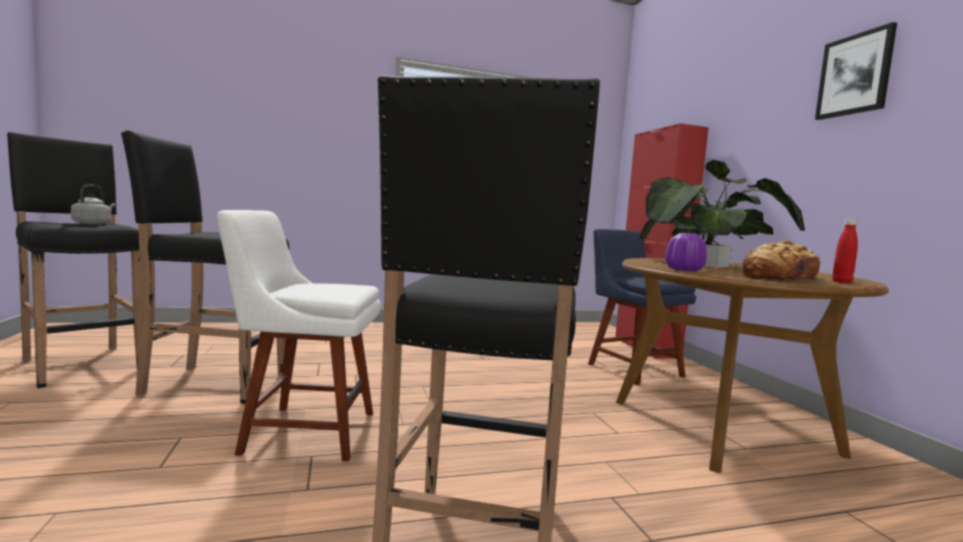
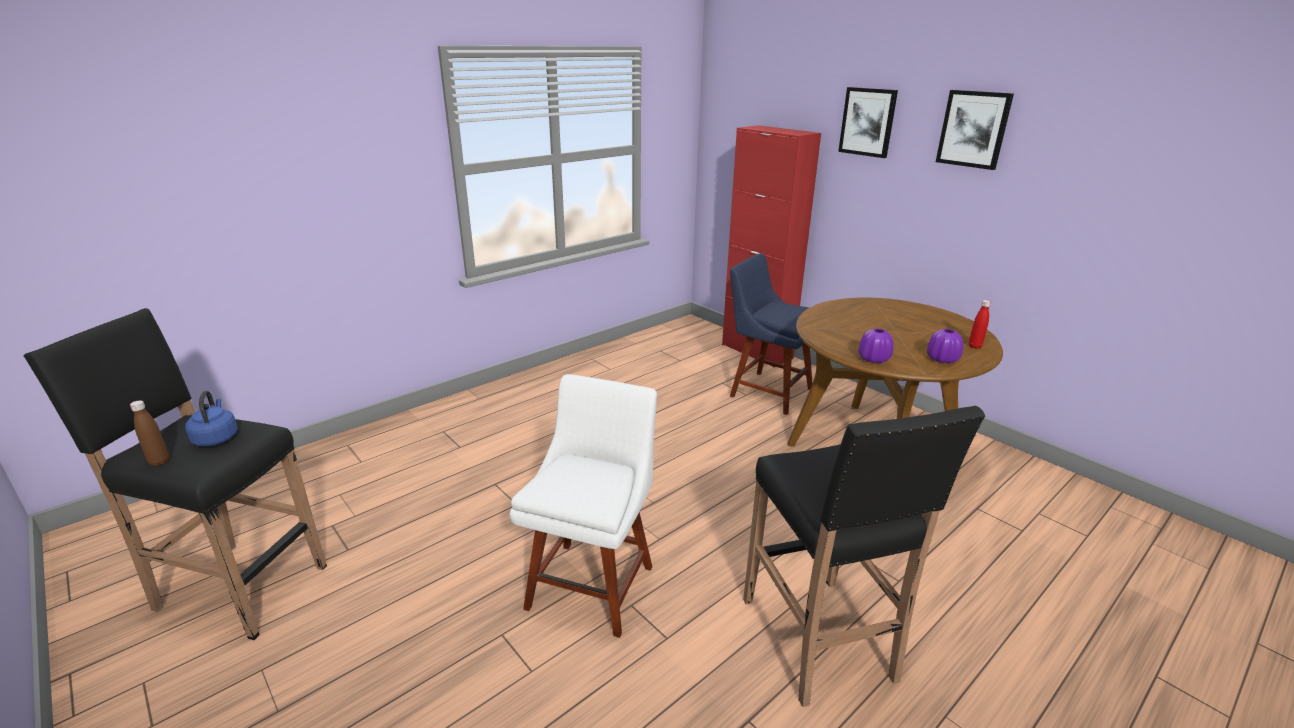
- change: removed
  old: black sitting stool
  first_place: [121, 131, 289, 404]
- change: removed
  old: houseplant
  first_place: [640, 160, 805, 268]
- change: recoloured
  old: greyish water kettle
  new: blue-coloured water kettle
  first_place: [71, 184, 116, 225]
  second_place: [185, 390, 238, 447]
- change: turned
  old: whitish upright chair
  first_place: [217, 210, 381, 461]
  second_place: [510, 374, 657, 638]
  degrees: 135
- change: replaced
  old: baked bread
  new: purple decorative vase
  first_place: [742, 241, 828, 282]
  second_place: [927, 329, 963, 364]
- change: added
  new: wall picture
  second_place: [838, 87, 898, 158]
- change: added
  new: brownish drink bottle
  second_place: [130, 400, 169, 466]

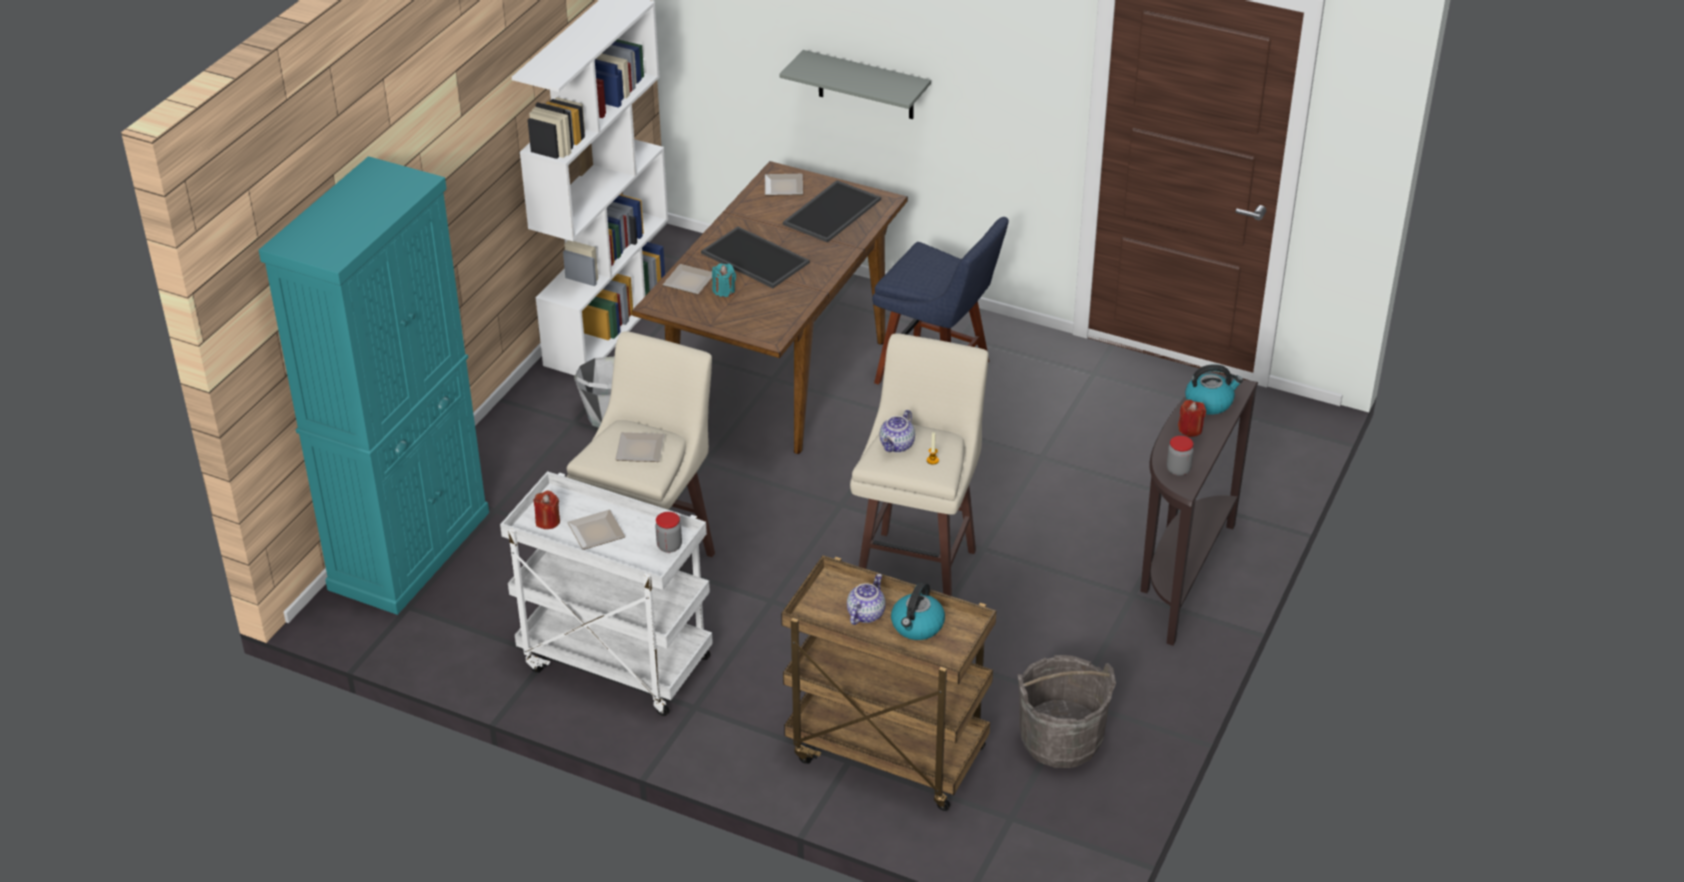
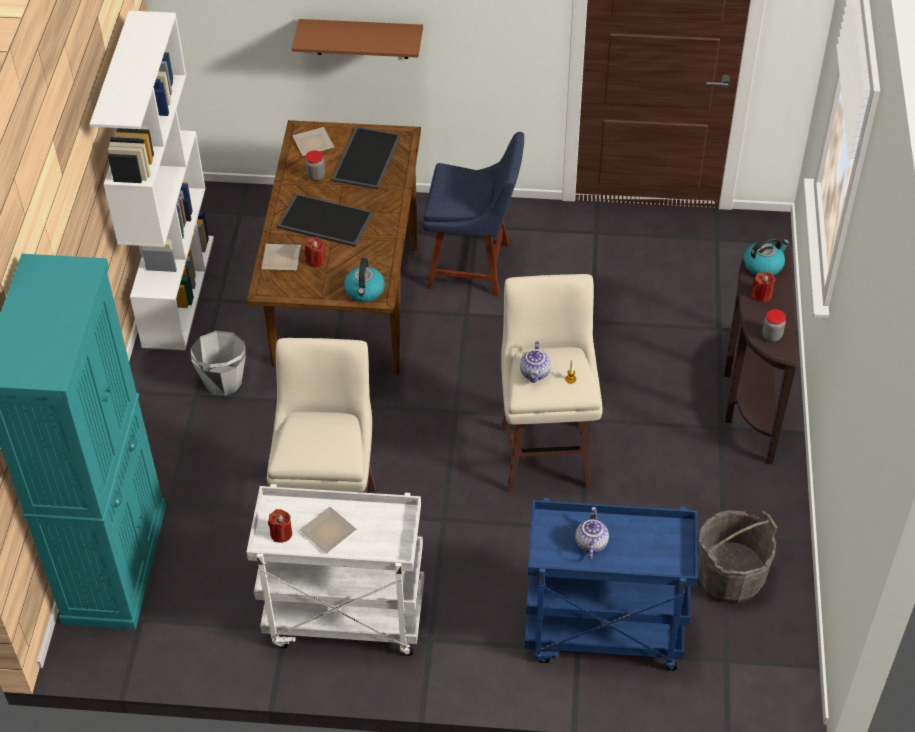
- change: recoloured
  old: greyish bracket shelf
  new: brownish bracket shelf
  first_place: [779, 50, 931, 119]
  second_place: [292, 19, 423, 59]
- change: recoloured
  old: turquoise candle
  new: red-coloured candle
  first_place: [712, 263, 736, 297]
  second_place: [305, 237, 325, 267]
- change: removed
  old: dinner plate
  first_place: [615, 432, 664, 462]
- change: moved
  old: preserve jar
  first_place: [655, 512, 682, 553]
  second_place: [305, 150, 325, 181]
- change: recoloured
  old: brownish trolley
  new: blue-coloured trolley
  first_place: [781, 555, 996, 811]
  second_place: [525, 498, 698, 671]
- change: moved
  old: water kettle
  first_place: [891, 582, 945, 640]
  second_place: [344, 258, 385, 302]

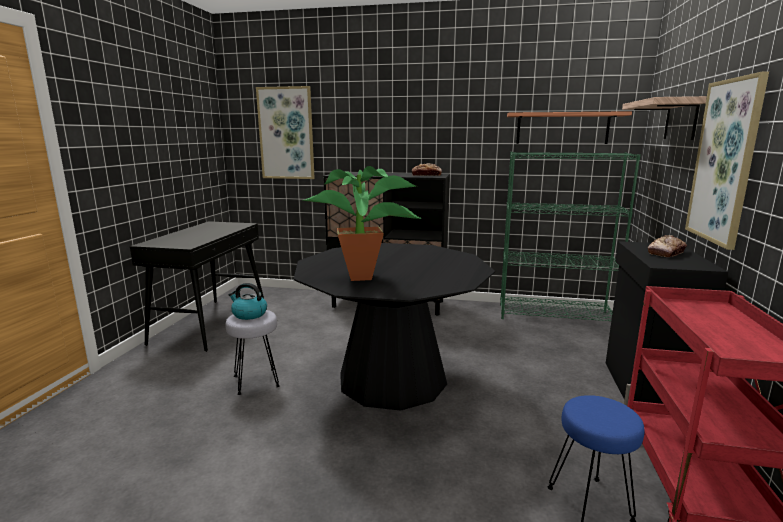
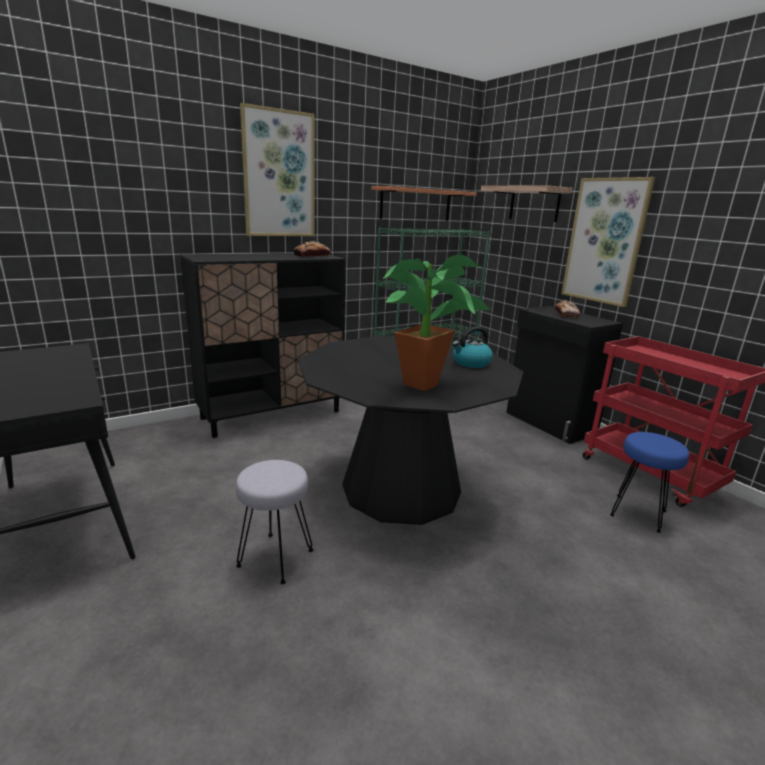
- change: moved
  old: wall picture
  first_place: [256, 86, 315, 179]
  second_place: [240, 103, 315, 236]
- change: moved
  old: water kettle
  first_place: [229, 283, 267, 320]
  second_place: [452, 327, 493, 368]

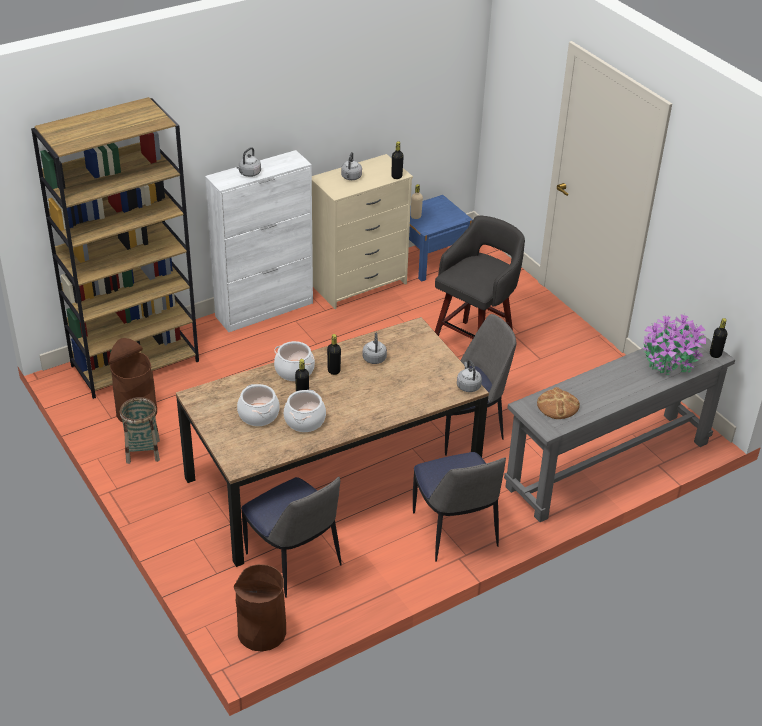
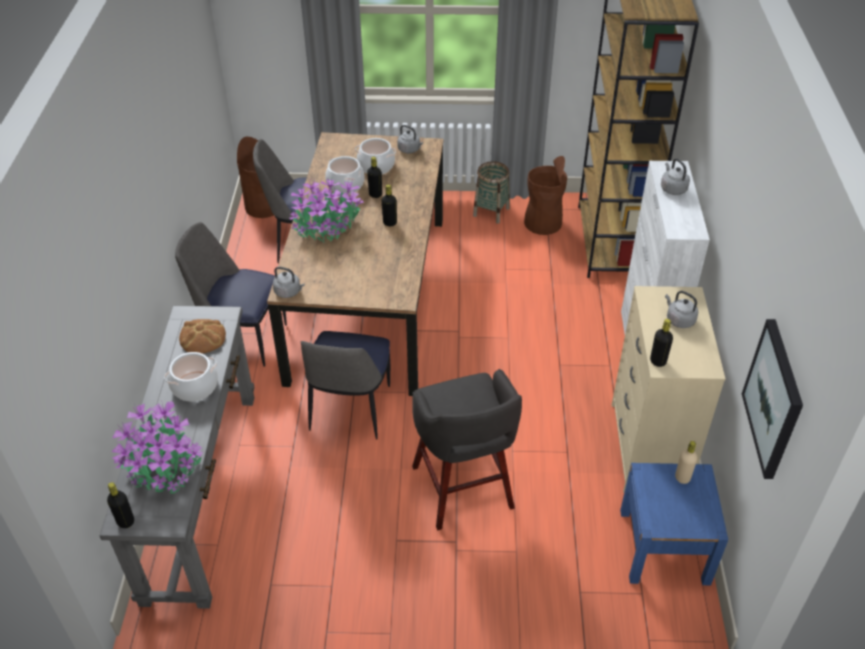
- change: moved
  old: greyish water kettle
  first_place: [362, 333, 387, 364]
  second_place: [397, 125, 423, 153]
- change: moved
  old: cooking pot
  first_place: [274, 341, 315, 381]
  second_place: [164, 352, 218, 401]
- change: added
  new: houseplant
  second_place: [290, 177, 364, 243]
- change: added
  new: wall picture
  second_place: [742, 319, 803, 479]

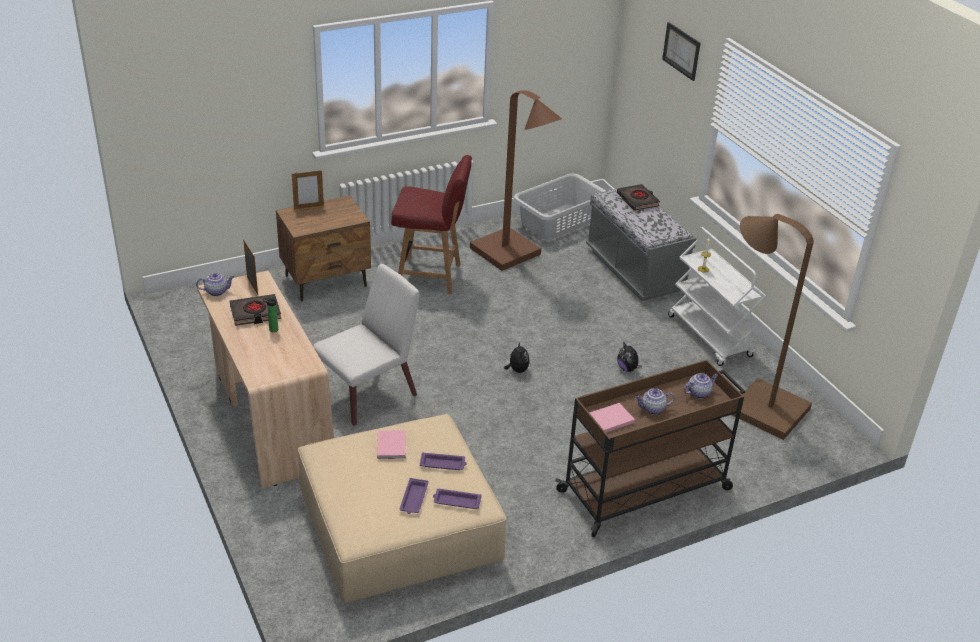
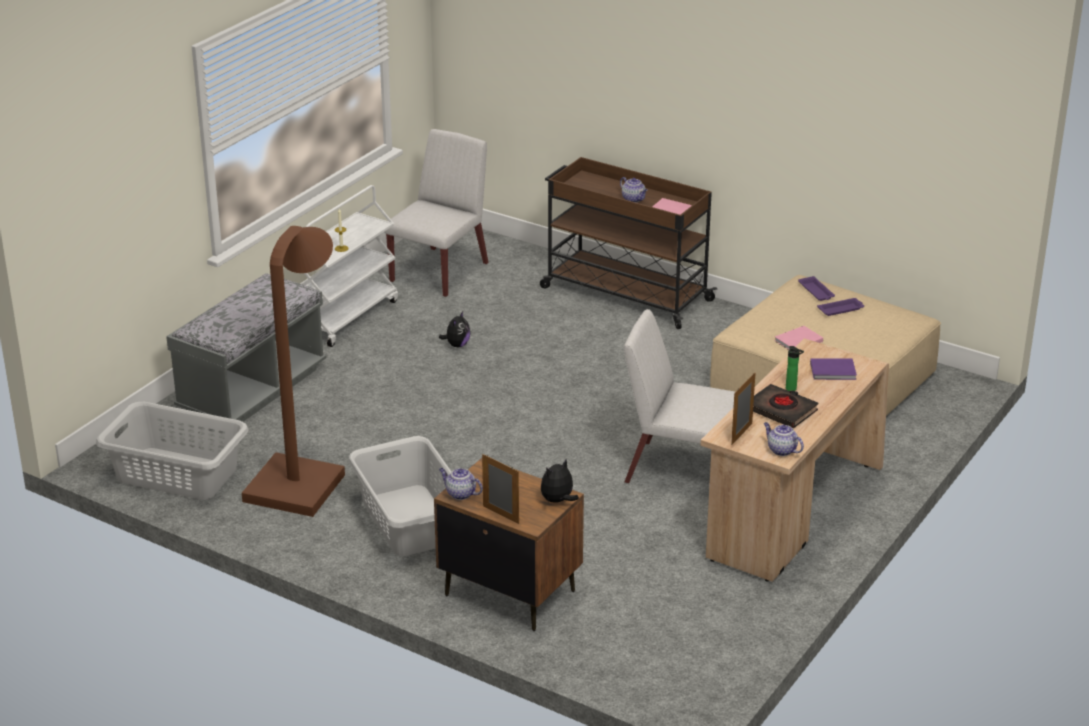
- change: removed
  old: wall picture
  first_place: [662, 22, 701, 81]
- change: replaced
  old: red-coloured upright chair
  new: greyish washing basket
  first_place: [391, 155, 472, 294]
  second_place: [348, 436, 452, 556]
- change: removed
  old: black bound book
  first_place: [617, 184, 660, 211]
- change: replaced
  old: brownish floor lamp
  new: whitish upright chair
  first_place: [732, 214, 814, 440]
  second_place: [384, 129, 488, 297]
- change: moved
  old: plush toy
  first_place: [504, 342, 529, 373]
  second_place: [541, 460, 579, 503]
- change: moved
  old: tea pot
  first_place: [684, 373, 718, 399]
  second_place: [439, 468, 483, 500]
- change: removed
  old: purple carrying tray
  first_place: [420, 452, 467, 470]
- change: added
  new: purple bound book
  second_place: [810, 358, 857, 380]

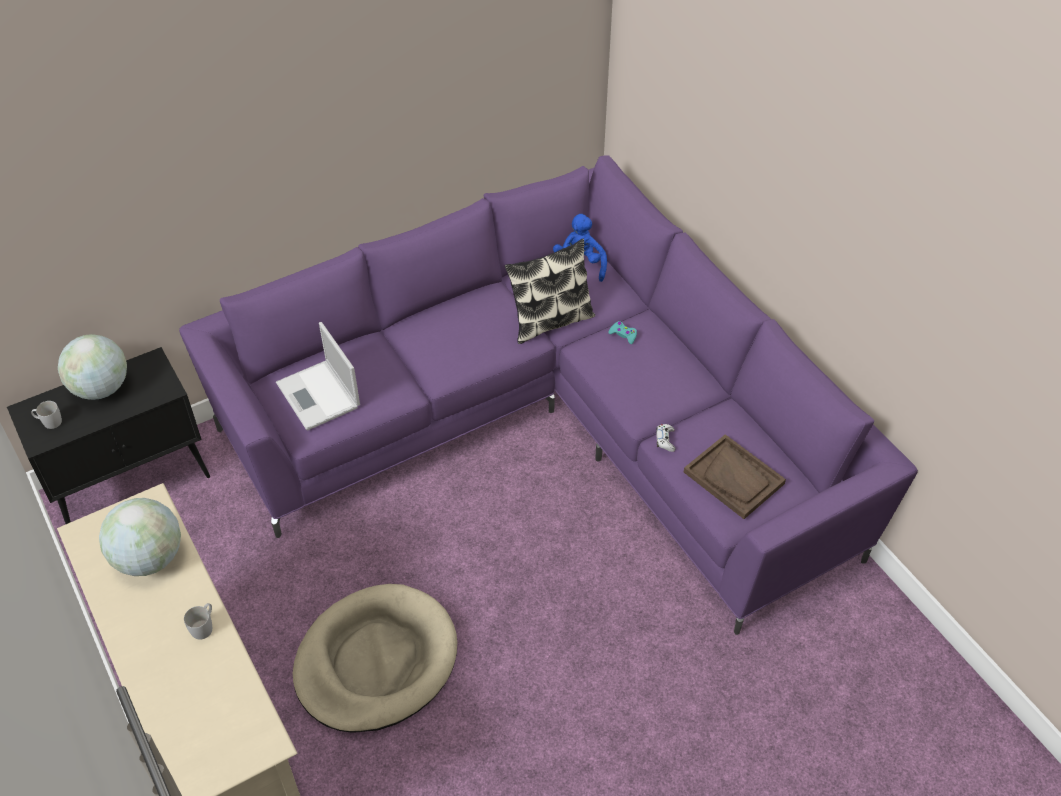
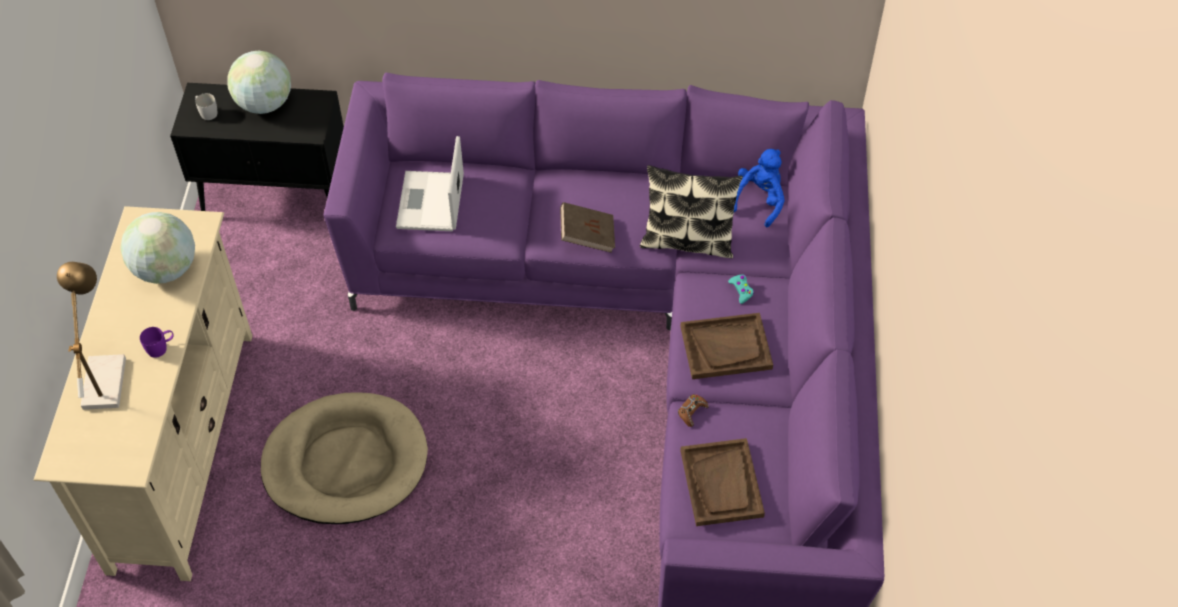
- change: recoloured
  old: whitish joypad
  new: brownish joypad
  first_place: [656, 424, 676, 452]
  second_place: [678, 394, 709, 427]
- change: recoloured
  old: whitish mug
  new: purple mug
  first_place: [184, 603, 212, 640]
  second_place: [140, 327, 174, 358]
- change: added
  new: brownish bound book
  second_place: [560, 202, 615, 253]
- change: added
  new: table lamp
  second_place: [57, 262, 126, 410]
- change: added
  new: brownish carrying tray
  second_place: [680, 313, 773, 379]

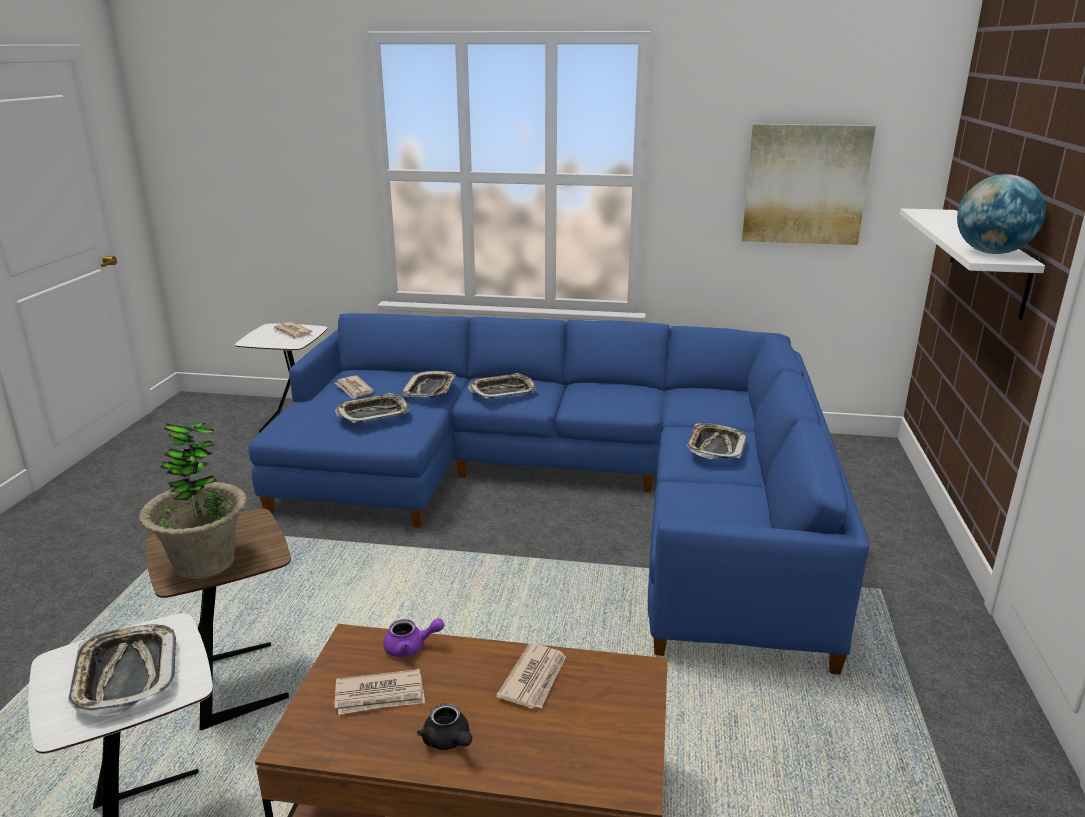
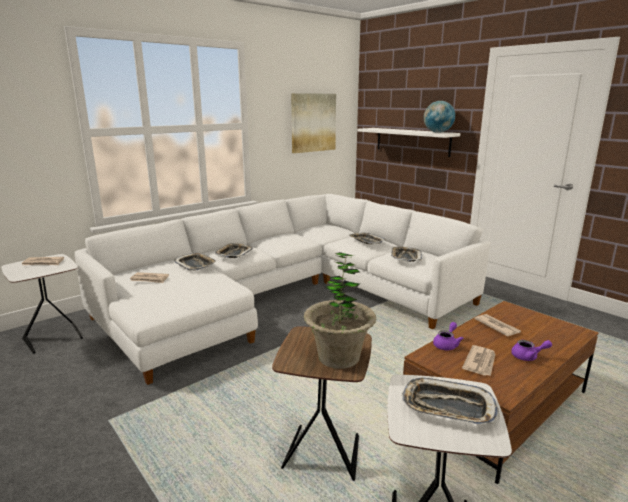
- change: recoloured
  old: blue-coloured sofa
  new: whitish sofa
  first_place: [248, 313, 869, 675]
  second_place: [75, 194, 491, 385]
- change: moved
  old: carrying tray
  first_place: [335, 393, 410, 423]
  second_place: [391, 247, 422, 262]
- change: recoloured
  old: black tea pot
  new: purple tea pot
  first_place: [417, 703, 472, 750]
  second_place: [511, 340, 552, 361]

